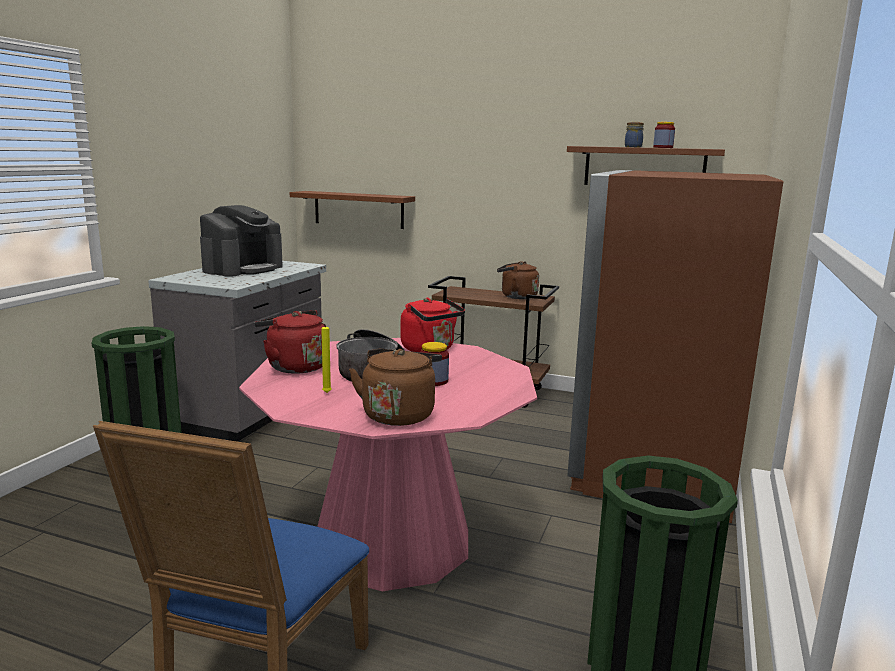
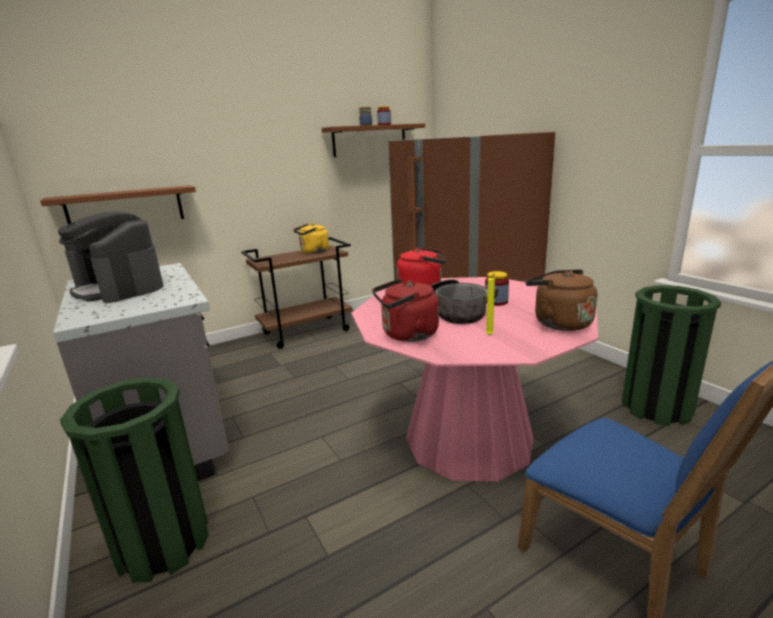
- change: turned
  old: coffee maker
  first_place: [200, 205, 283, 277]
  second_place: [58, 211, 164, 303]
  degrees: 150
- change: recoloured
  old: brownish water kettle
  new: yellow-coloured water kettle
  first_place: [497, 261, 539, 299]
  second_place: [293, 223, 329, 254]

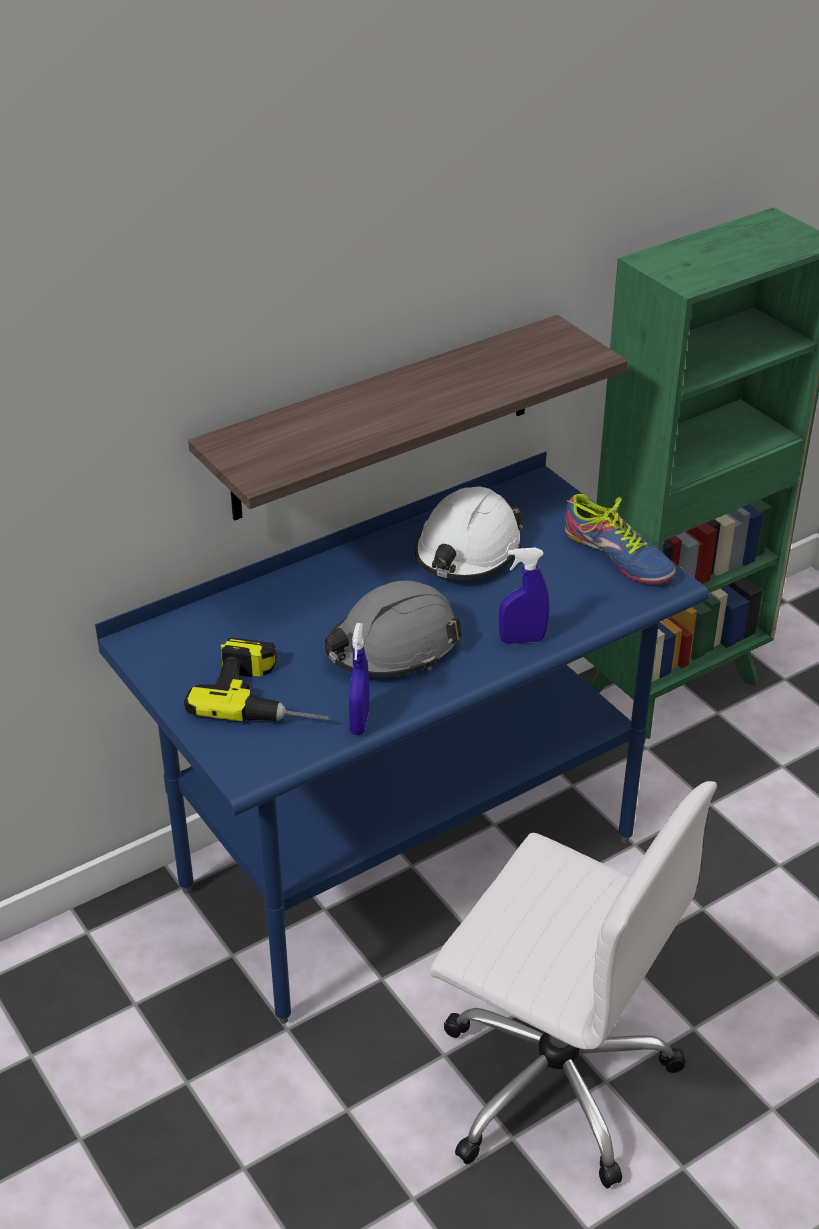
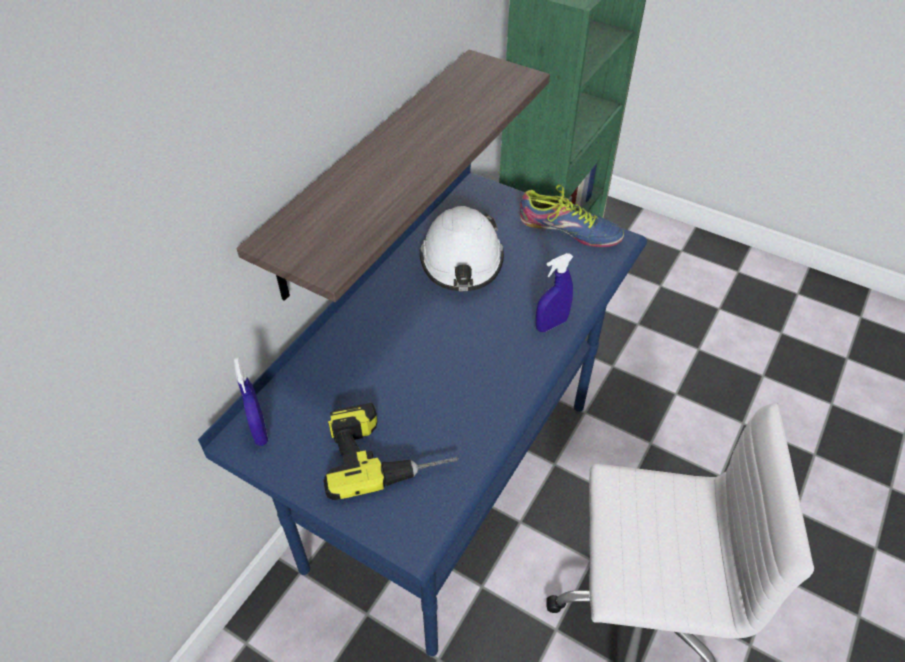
- change: removed
  old: greyish safety helmet
  first_place: [325, 580, 462, 677]
- change: moved
  old: blue-coloured sprayer
  first_place: [349, 623, 369, 735]
  second_place: [234, 357, 268, 446]

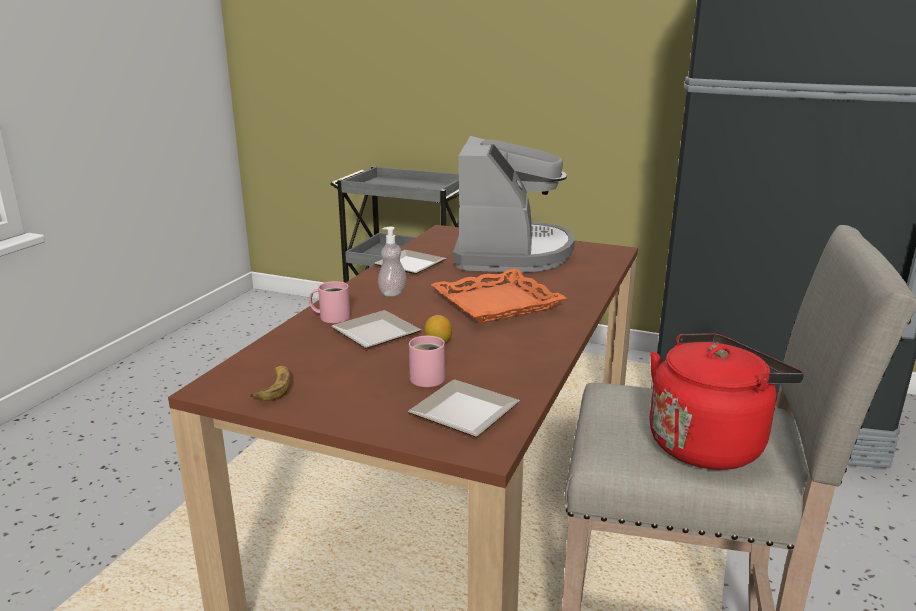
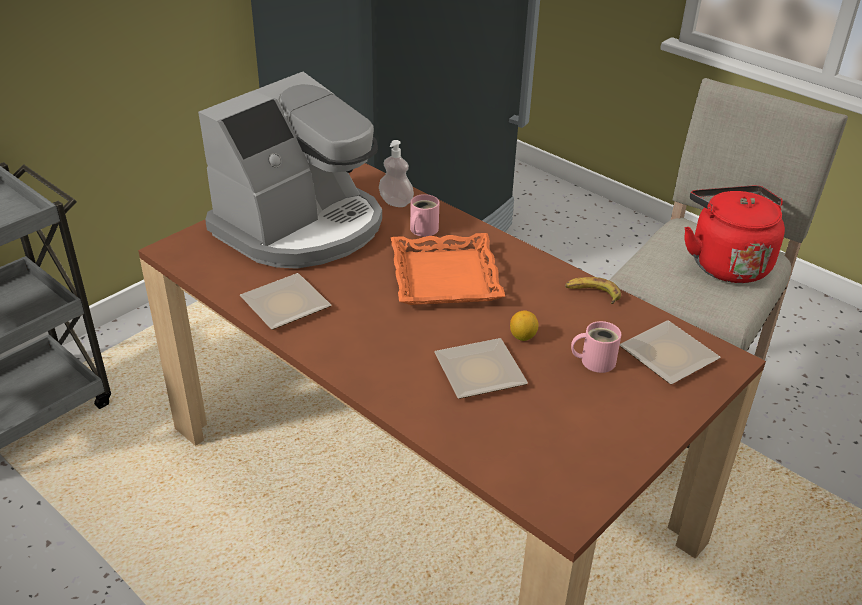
- change: turned
  old: coffee maker
  first_place: [453, 136, 575, 273]
  second_place: [198, 72, 382, 269]
  degrees: 105
- change: moved
  old: soap bottle
  first_place: [378, 226, 406, 297]
  second_place: [379, 140, 414, 207]
- change: moved
  old: pinkish mug
  first_place: [309, 281, 350, 323]
  second_place: [410, 194, 439, 237]
- change: moved
  old: banana
  first_place: [249, 366, 291, 401]
  second_place: [565, 277, 621, 304]

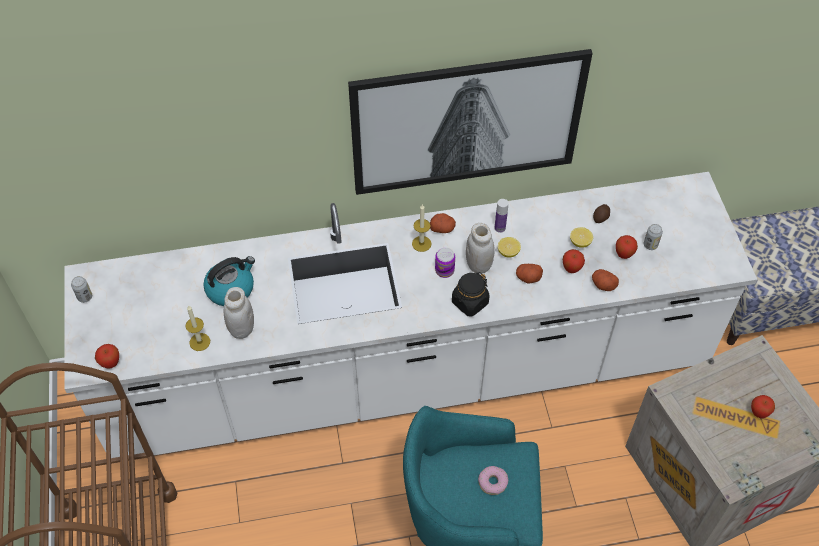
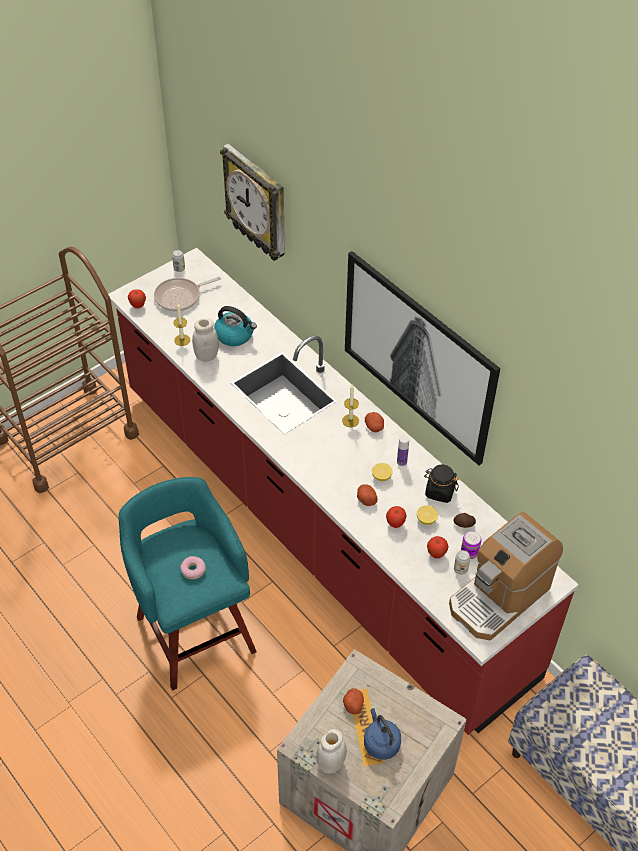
- change: recoloured
  old: whitish kitchen counter
  new: red-coloured kitchen counter
  first_place: [65, 172, 757, 458]
  second_place: [108, 248, 579, 735]
- change: moved
  old: whitish preserve jar
  first_place: [466, 223, 495, 274]
  second_place: [316, 729, 347, 774]
- change: moved
  old: can
  first_place: [435, 248, 455, 278]
  second_place: [461, 531, 482, 559]
- change: moved
  old: potato
  first_place: [592, 269, 619, 291]
  second_place: [343, 688, 364, 715]
- change: moved
  old: black preserve jar
  first_place: [452, 272, 489, 316]
  second_place: [424, 465, 459, 503]
- change: replaced
  old: apple fruit
  new: blue-coloured water kettle
  first_place: [751, 395, 775, 418]
  second_place: [364, 708, 401, 760]
- change: added
  new: wall clock
  second_place: [220, 143, 285, 261]
- change: added
  new: skillet
  second_place: [154, 277, 221, 312]
- change: added
  new: coffee maker
  second_place: [449, 512, 563, 640]

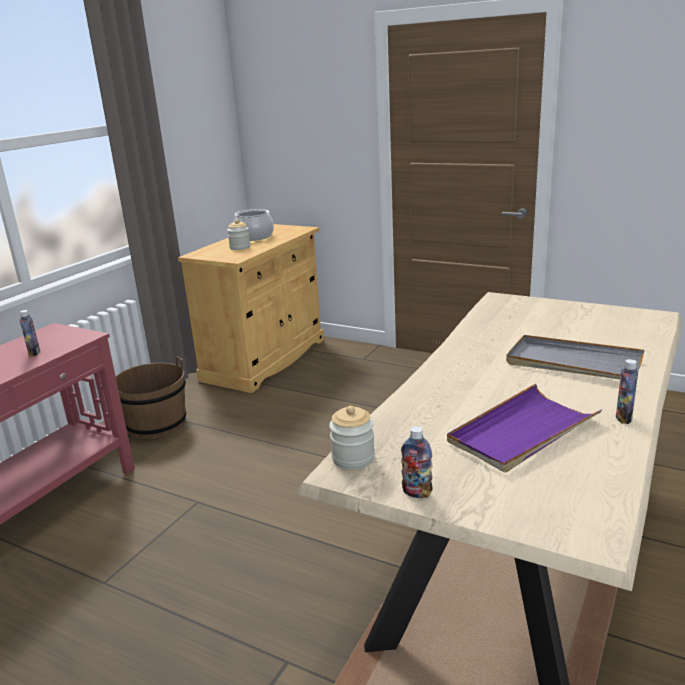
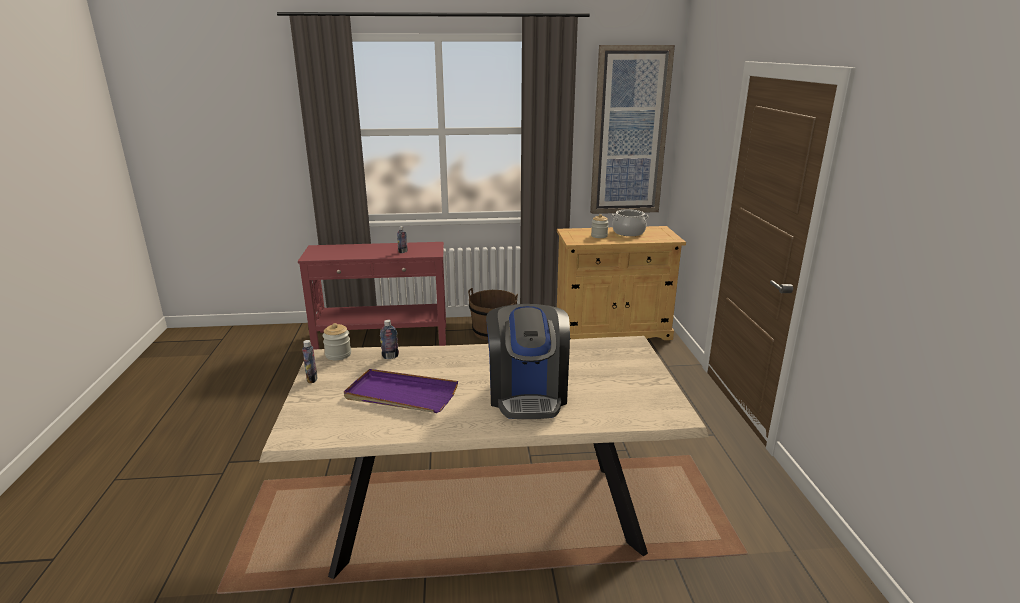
- change: replaced
  old: greyish carrying tray
  new: coffee maker
  first_place: [506, 335, 644, 379]
  second_place: [486, 304, 570, 419]
- change: moved
  old: drink bottle
  first_place: [616, 359, 638, 424]
  second_place: [380, 320, 399, 359]
- change: added
  new: wall picture
  second_place: [590, 45, 675, 214]

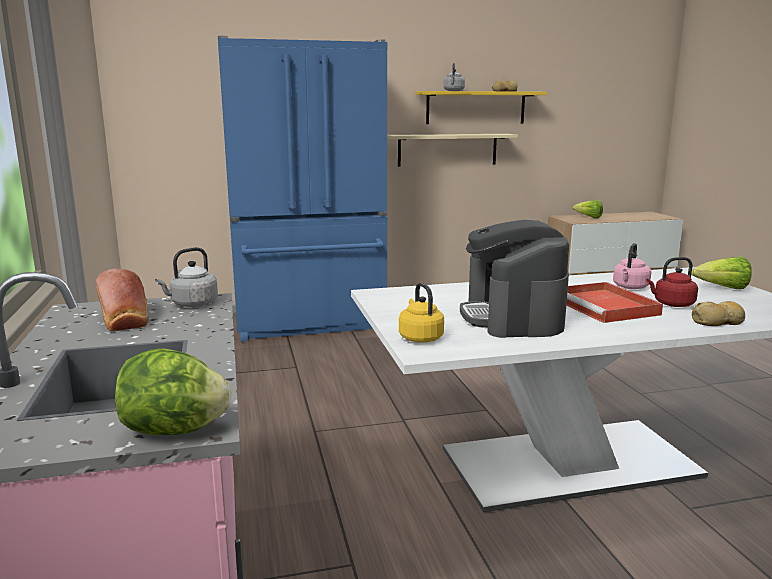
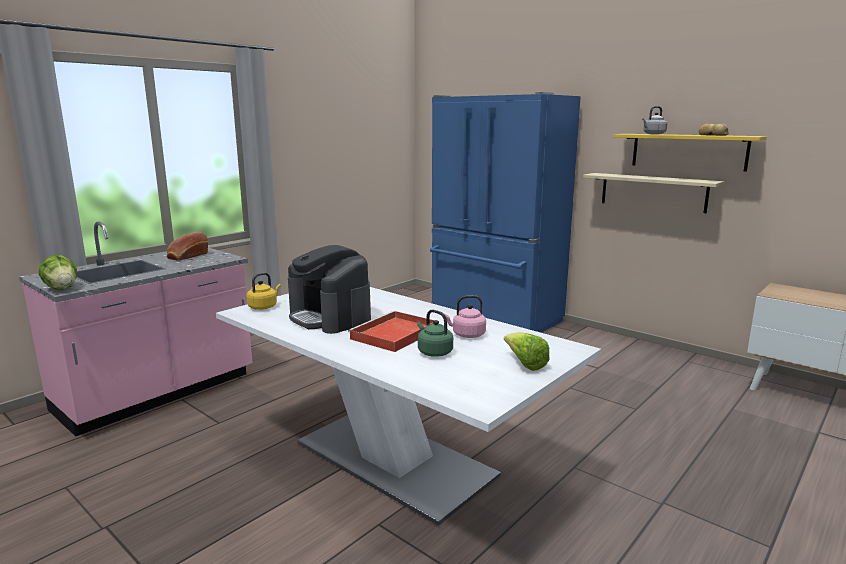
- change: removed
  old: lettuce head
  first_place: [573, 200, 603, 218]
- change: turned
  old: coffee maker
  first_place: [460, 220, 569, 338]
  second_place: [288, 245, 371, 334]
  degrees: -90
- change: removed
  old: greyish water kettle
  first_place: [155, 247, 218, 307]
- change: recoloured
  old: red-coloured water kettle
  new: green water kettle
  first_place: [646, 257, 698, 307]
  second_place: [417, 309, 453, 357]
- change: removed
  old: baked bread
  first_place: [692, 301, 745, 326]

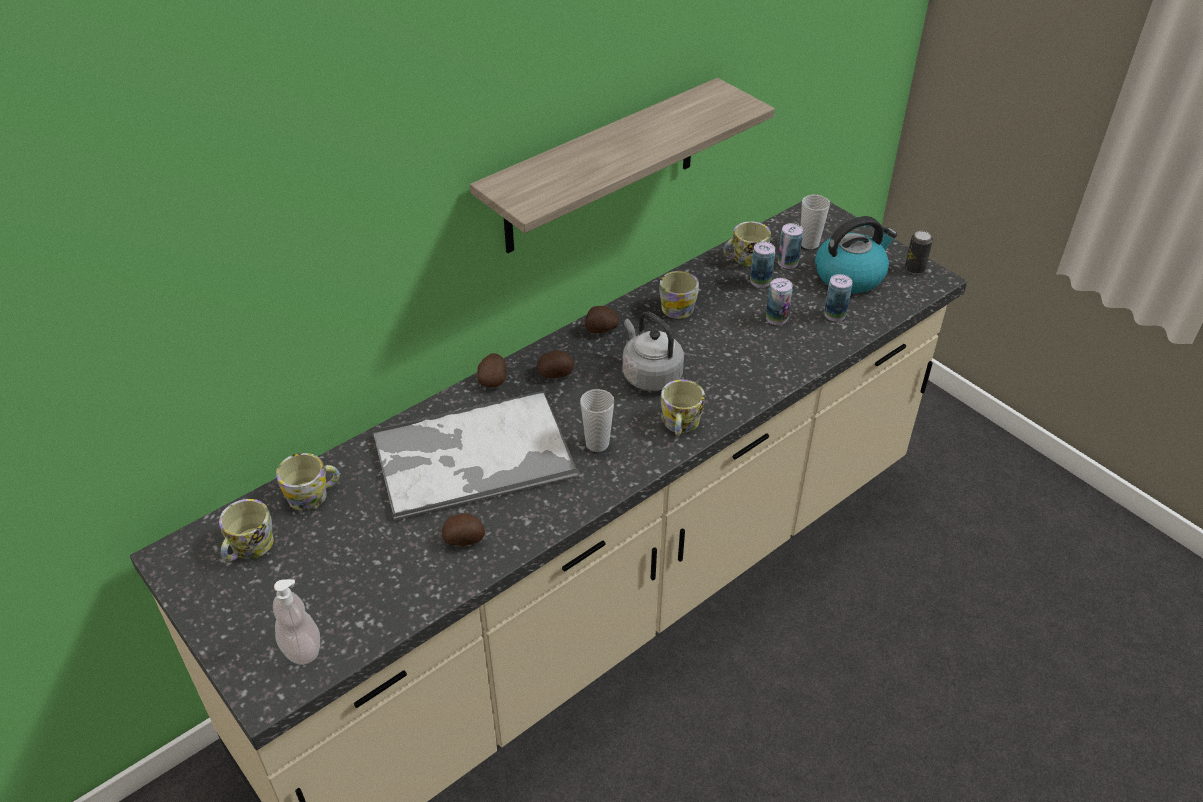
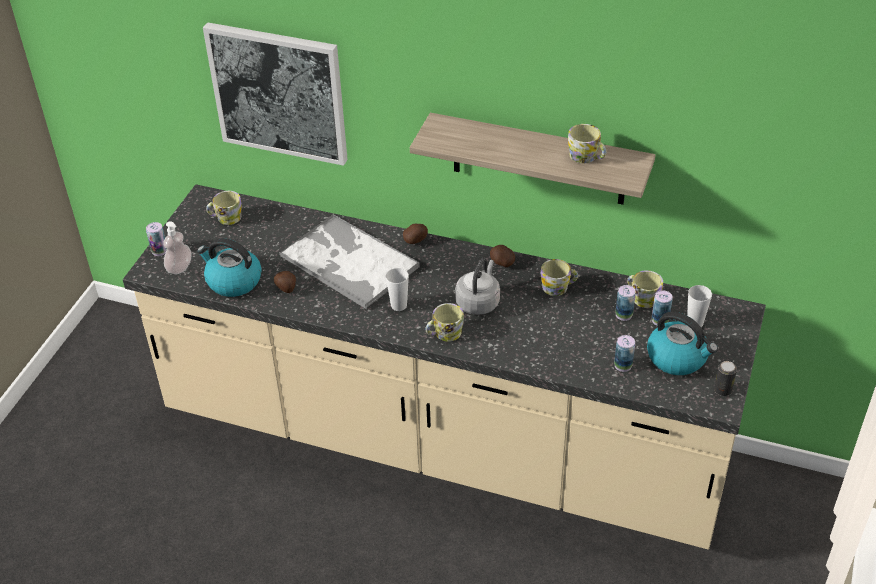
- change: moved
  old: can
  first_place: [766, 278, 793, 325]
  second_place: [146, 222, 167, 256]
- change: removed
  old: potato
  first_place: [537, 350, 574, 378]
- change: moved
  old: mug
  first_place: [276, 453, 340, 511]
  second_place: [568, 124, 606, 163]
- change: added
  new: wall picture
  second_place: [203, 22, 348, 166]
- change: added
  new: water kettle
  second_place: [197, 238, 262, 297]

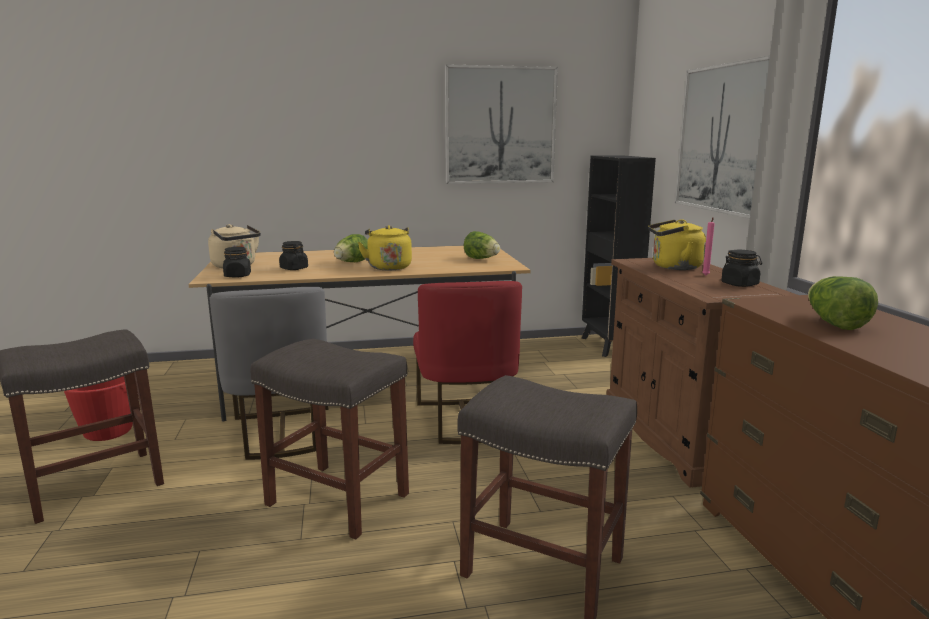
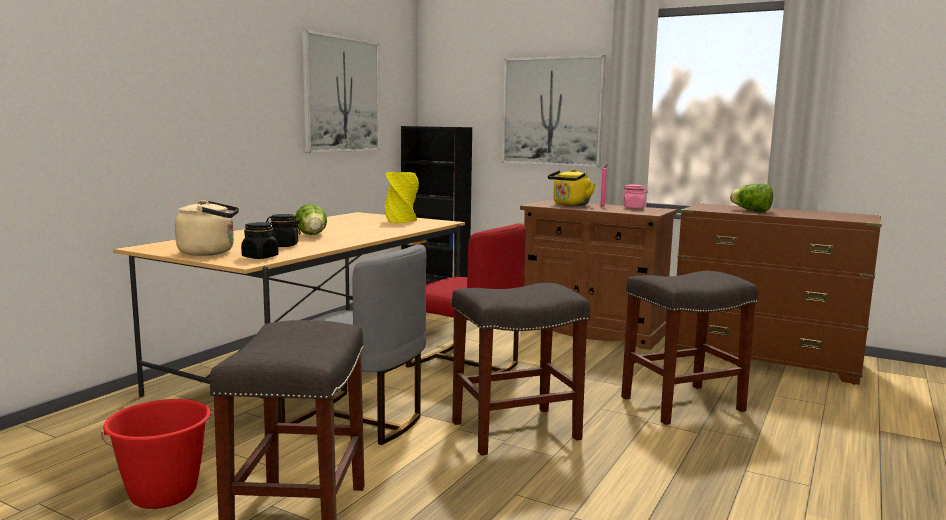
- change: removed
  old: yellow-coloured water kettle
  first_place: [358, 225, 412, 270]
- change: replaced
  old: lettuce head
  new: yellow-coloured decorative vase
  first_place: [464, 231, 500, 259]
  second_place: [385, 172, 419, 223]
- change: recoloured
  old: black preserve jar
  new: pinkish preserve jar
  first_place: [721, 250, 762, 287]
  second_place: [621, 185, 648, 209]

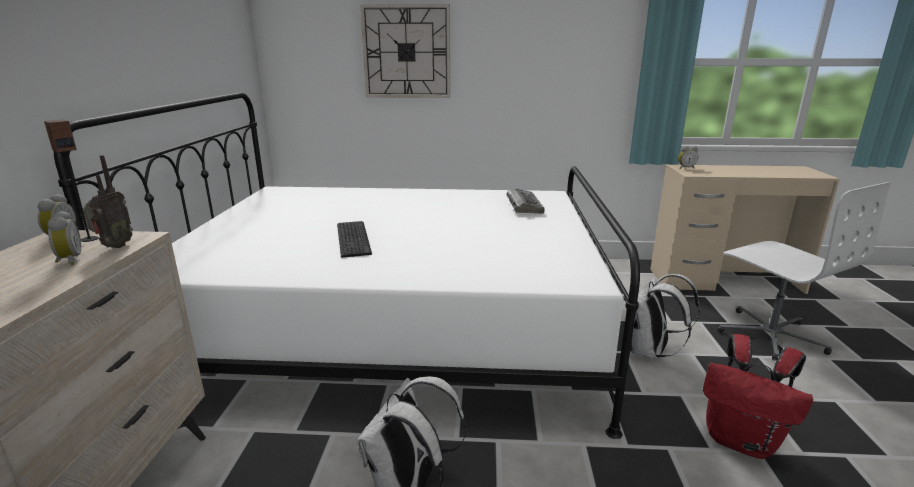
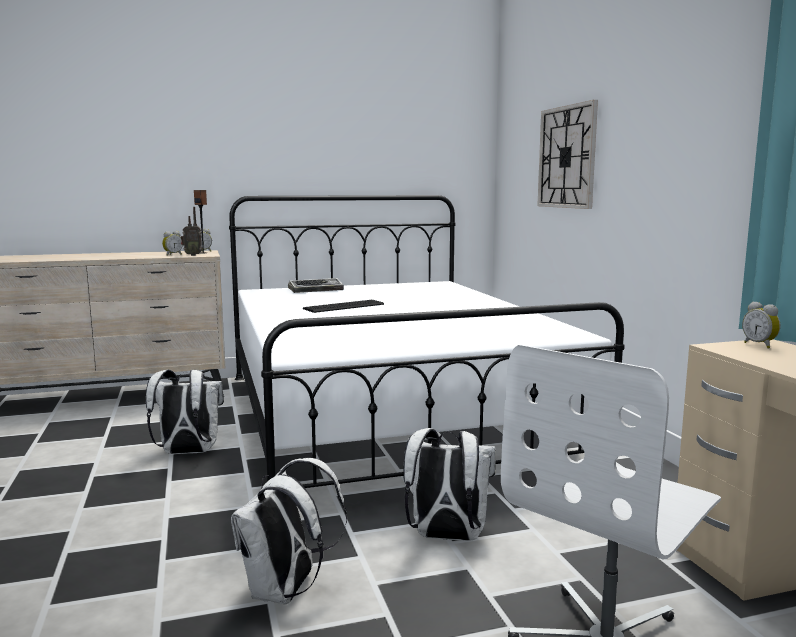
- change: moved
  old: keyboard
  first_place: [507, 188, 545, 214]
  second_place: [288, 278, 344, 293]
- change: recoloured
  old: red-coloured backpack
  new: whitish backpack
  first_place: [703, 334, 813, 459]
  second_place: [231, 458, 347, 604]

